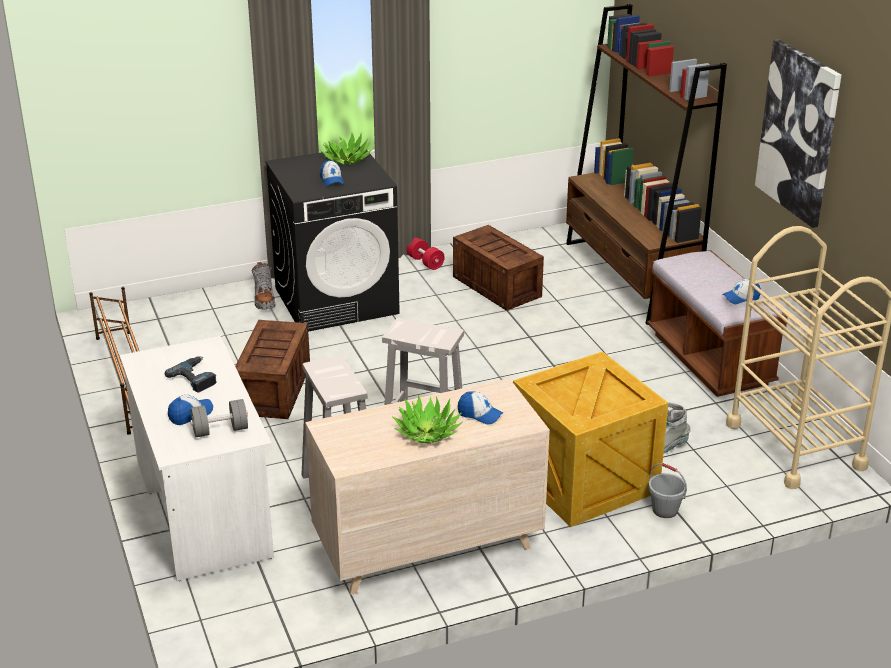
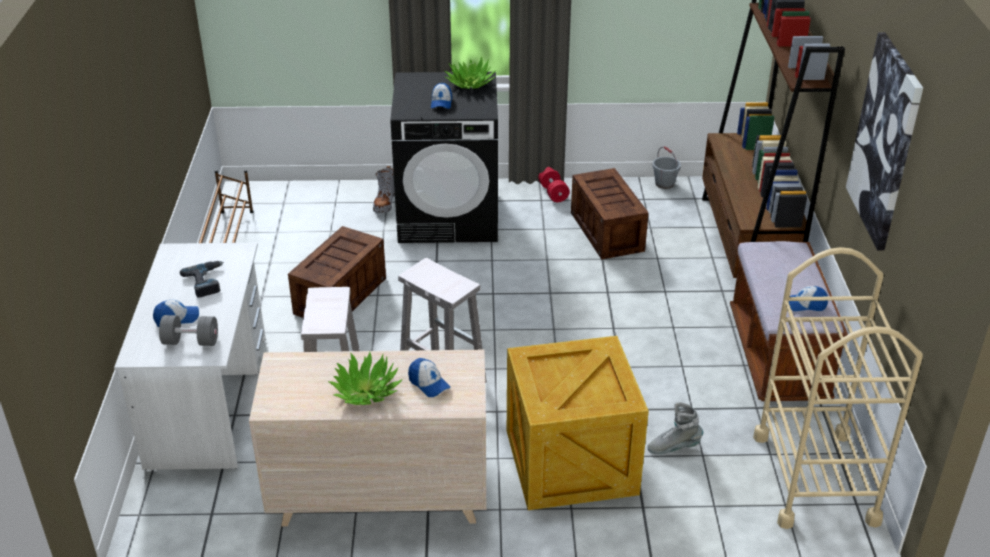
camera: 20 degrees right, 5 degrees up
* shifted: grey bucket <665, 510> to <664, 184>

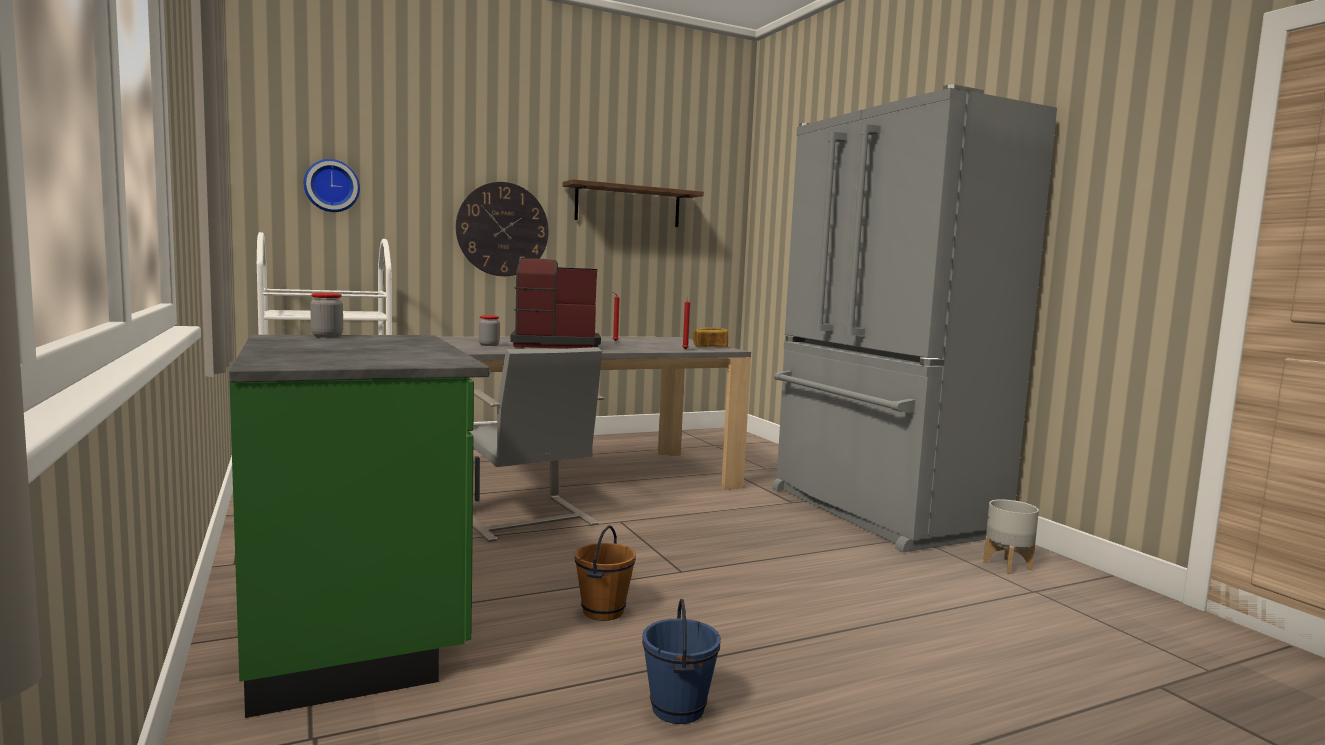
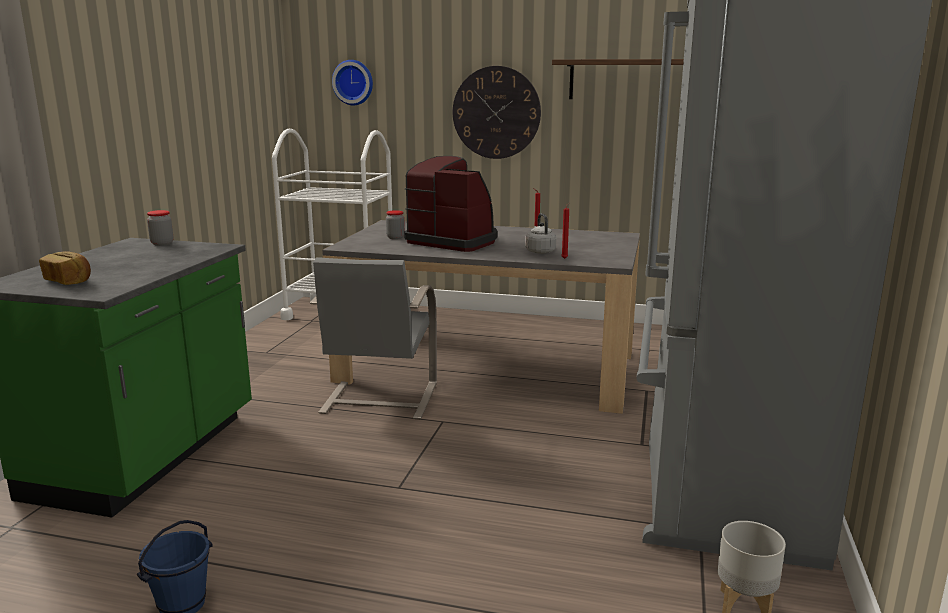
camera: 40 degrees right, 10 degrees up
* shifted: bread <710, 347> to <69, 281>
* new: grey kettle <539, 251>
* gone: brown bucket <602, 611>

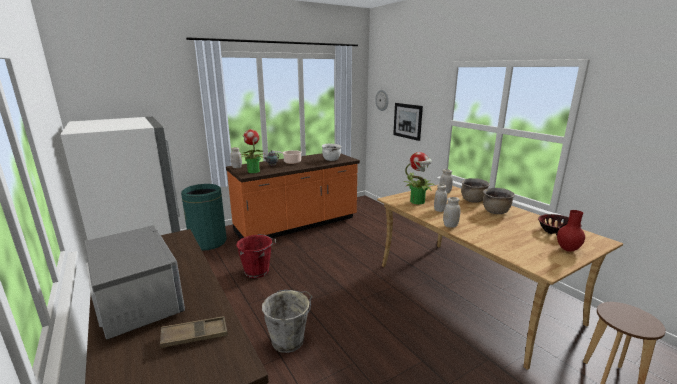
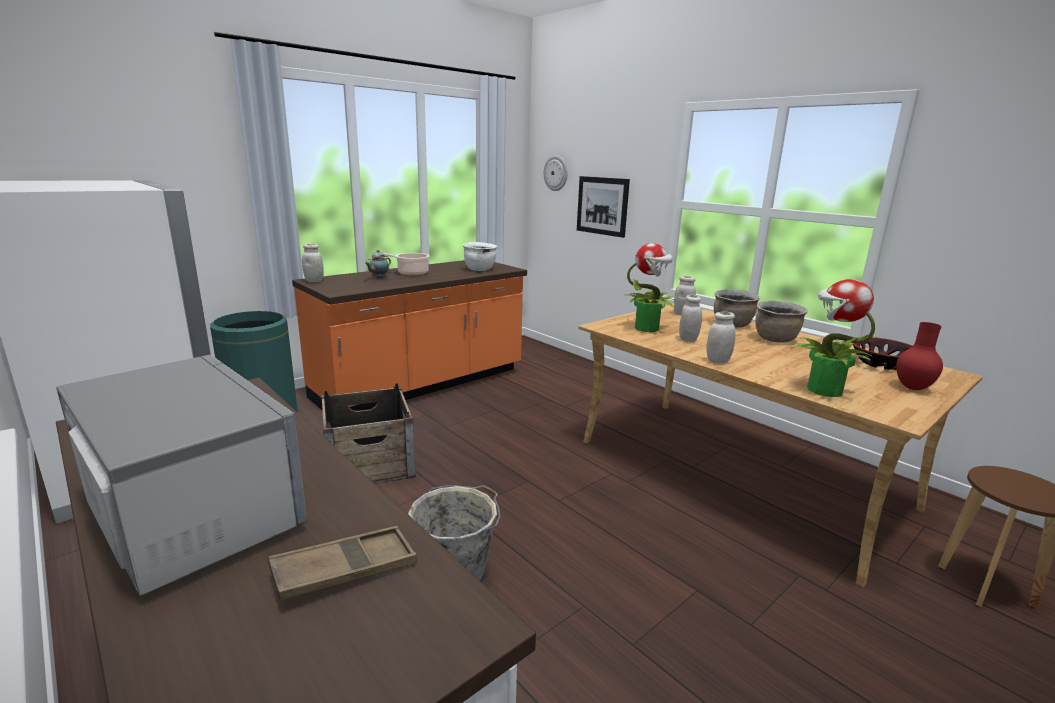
camera: 10 degrees left, 0 degrees up
* swapped: red bucket <258, 271> to crate <369, 463>
* shifted: potted plant <253, 171> to <823, 390>

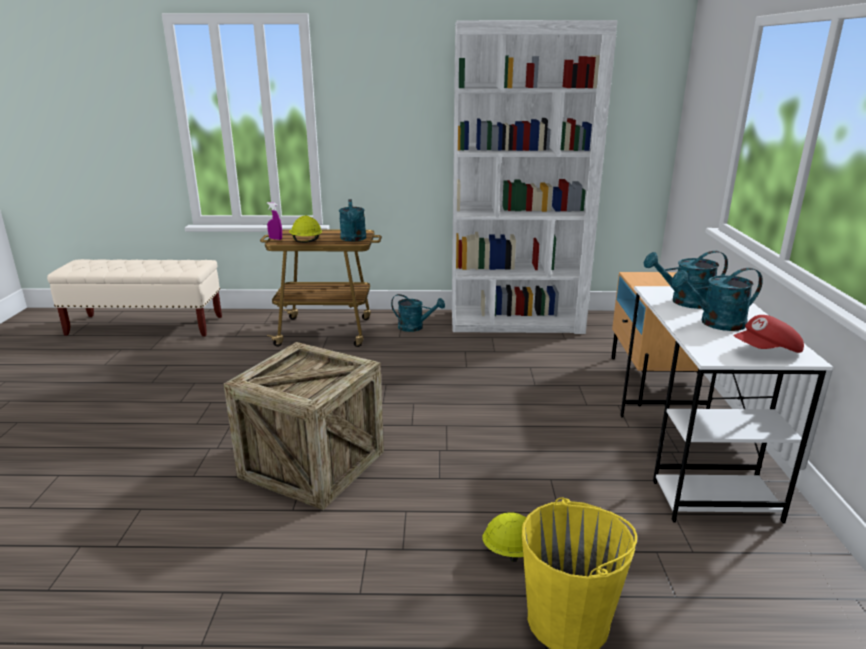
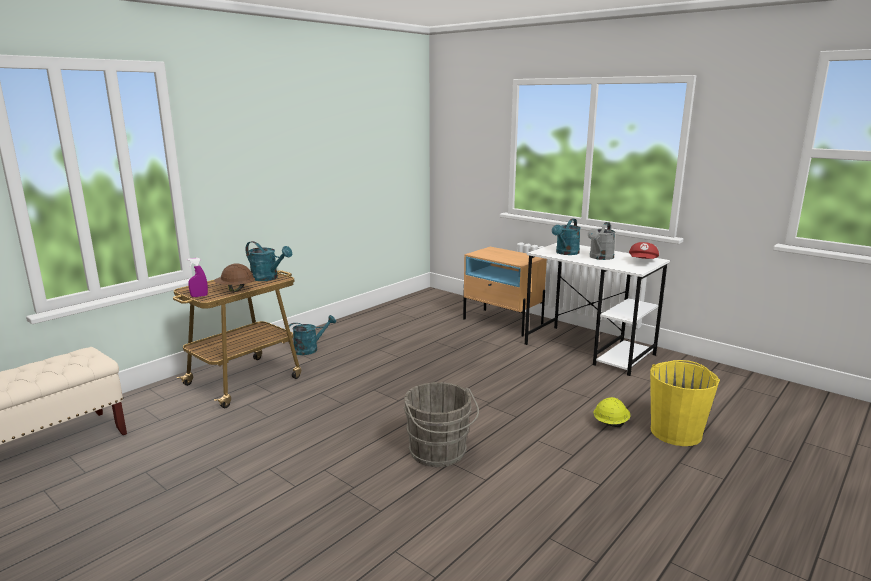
camera: 50 degrees left, 5 degrees down
* repainted: yellow hard hat <306, 241> to brown hard hat <235, 290>
* swapped: crate <312, 464> to grey bucket <439, 453>
* repainted: turquoise watering can <715, 323> to grey watering can <600, 258>
* gone: white bookcase <516, 322>

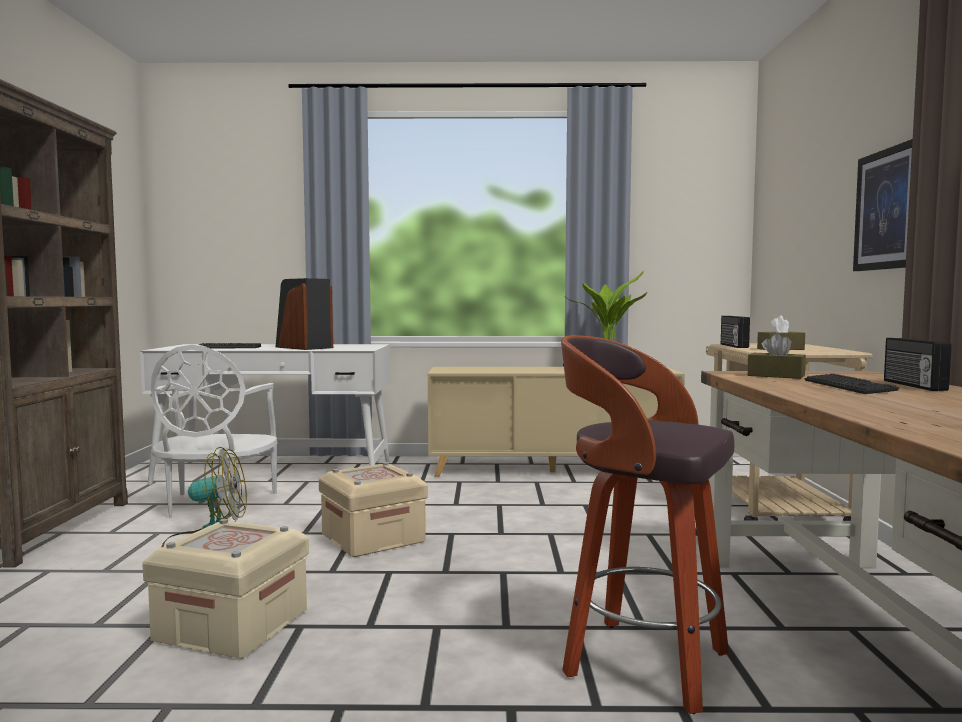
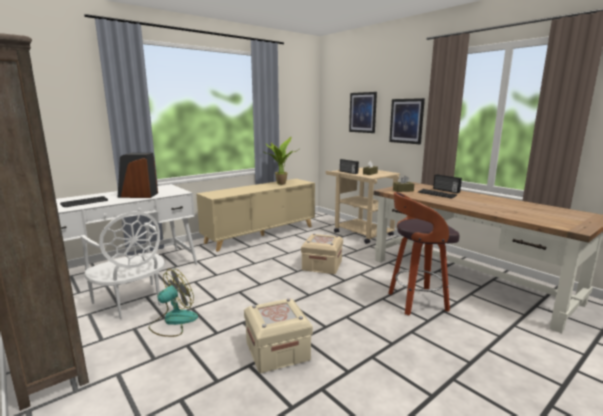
camera: 40 degrees left, 10 degrees up
* shifted: beige storage box <373, 538> to <322, 265>
* new: picture <362, 112>

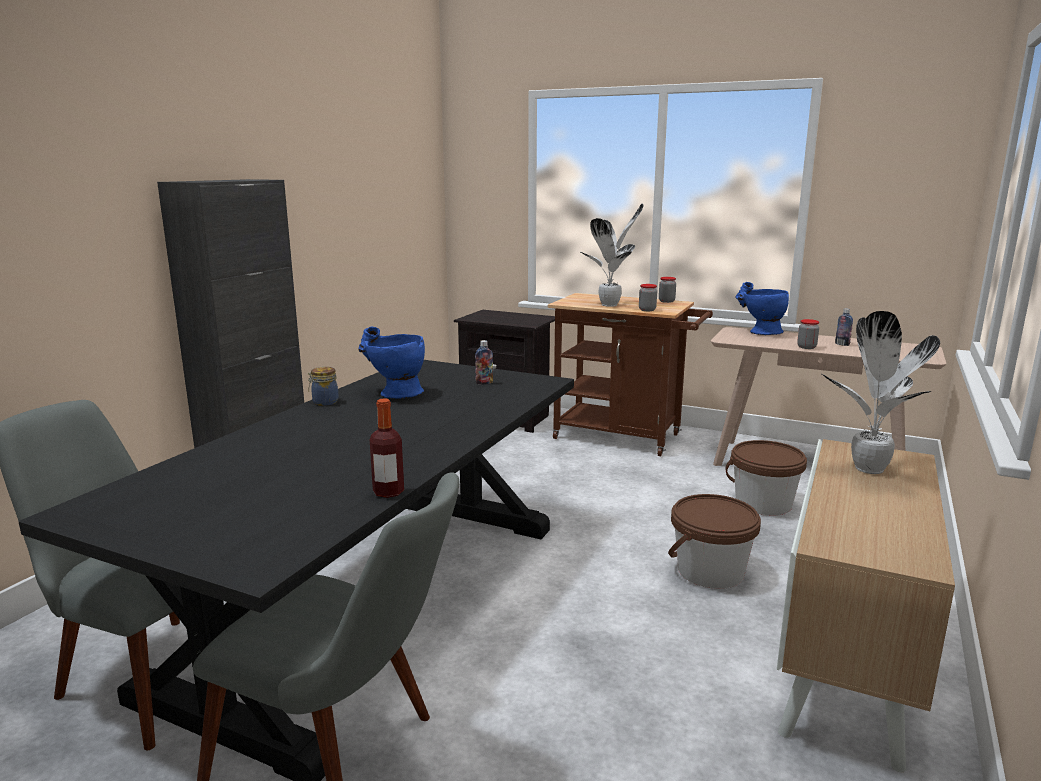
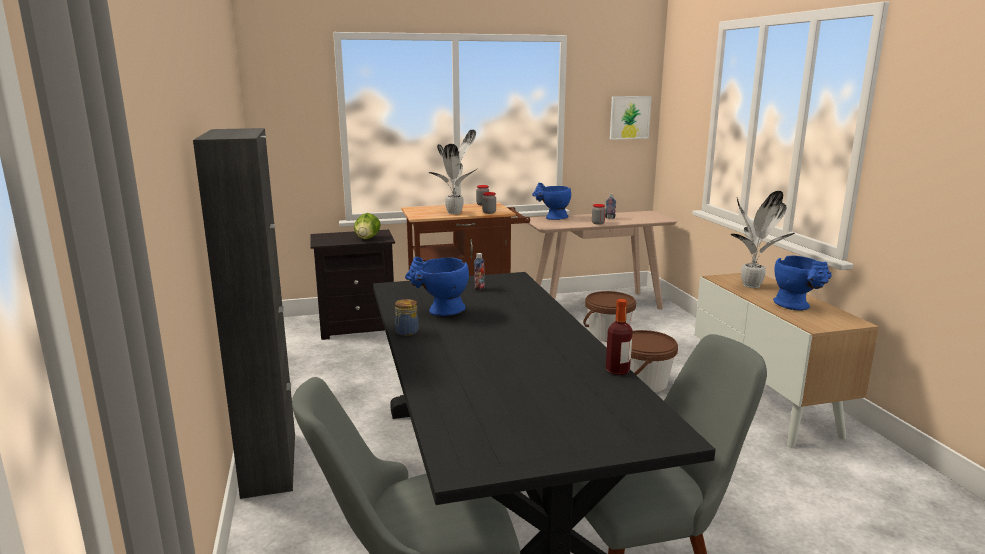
camera: 40 degrees left, 0 degrees up
* new: lettuce <367, 238>
* new: picture <629, 117>
* new: blue vase <797, 307>

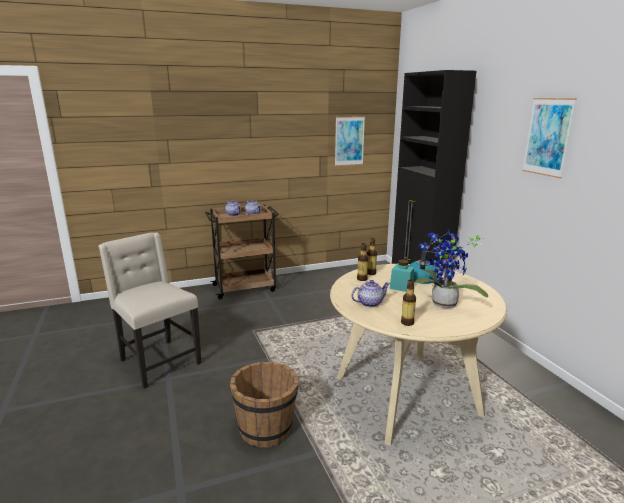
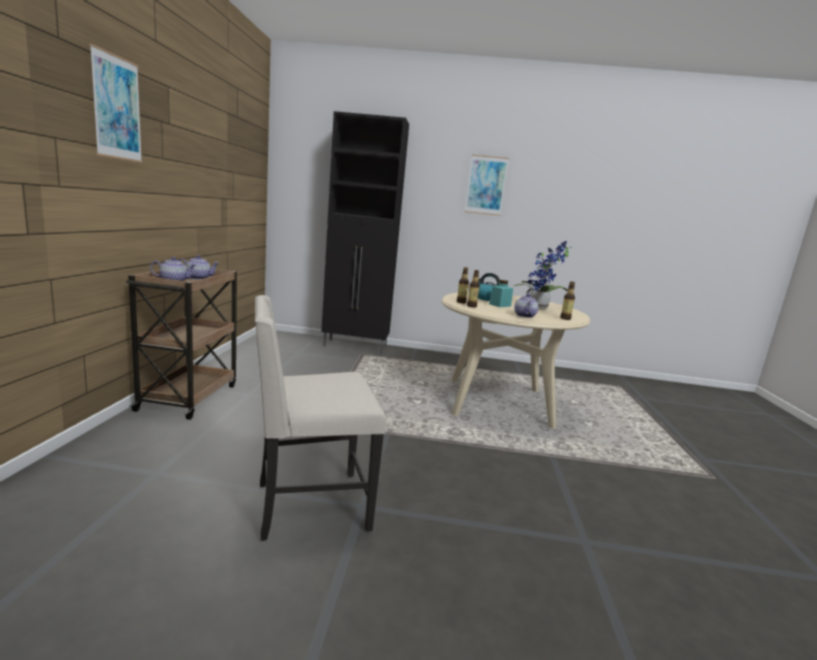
camera: 65 degrees left, 5 degrees down
* shifted: picture <349, 141> to <117, 108>
* gone: brown bucket <266, 428>

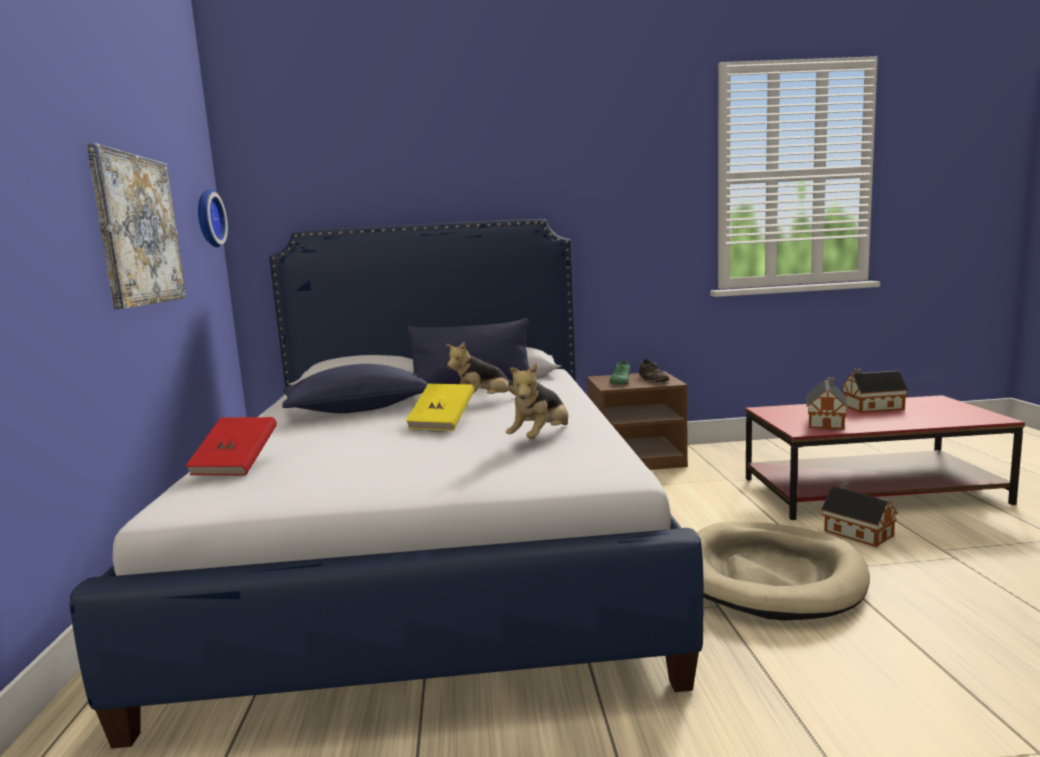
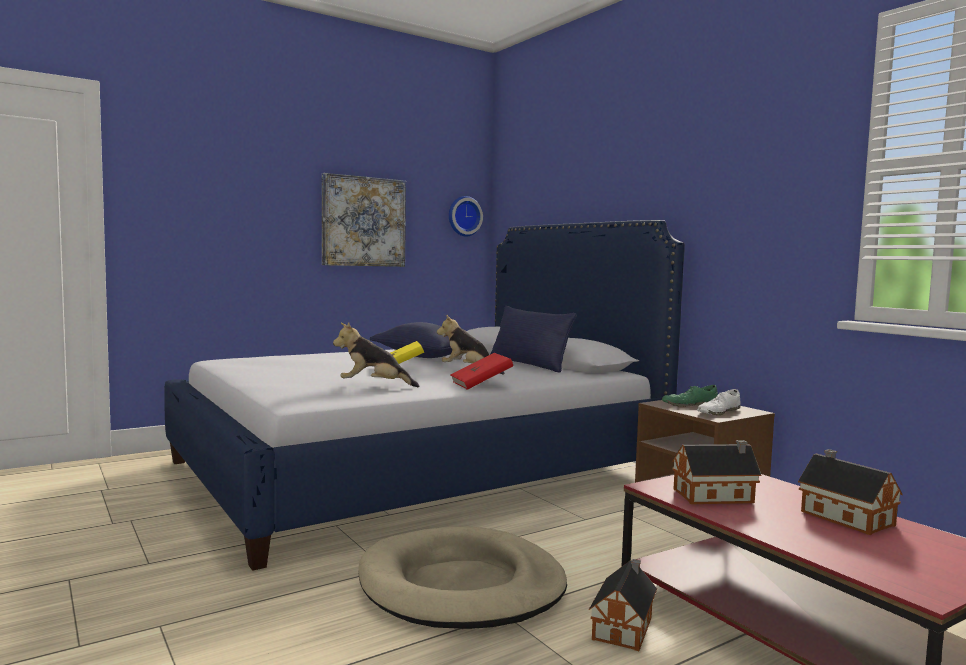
camera: 60 degrees right, 5 degrees down
* shifted: red book <236, 465> to <481, 385>
* repainted: brown shoe <653, 379> to white shoe <718, 412>

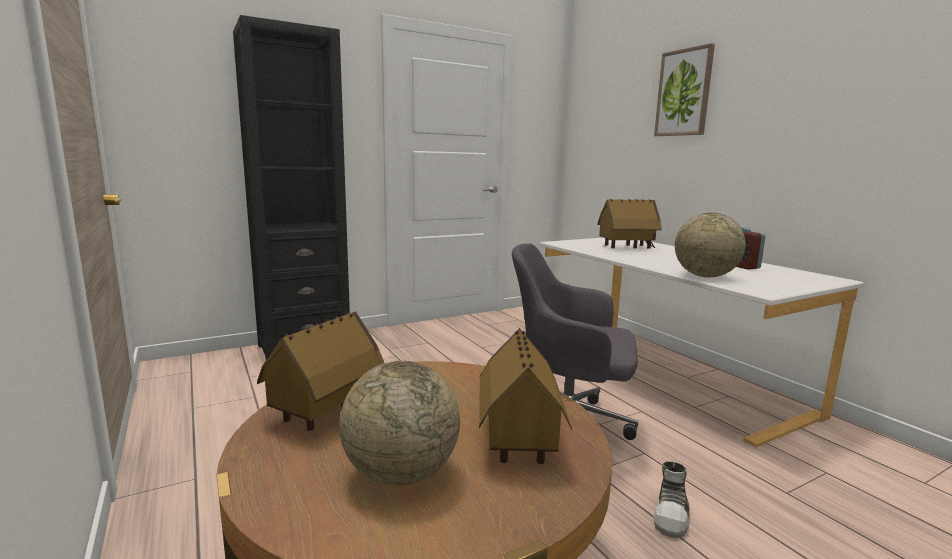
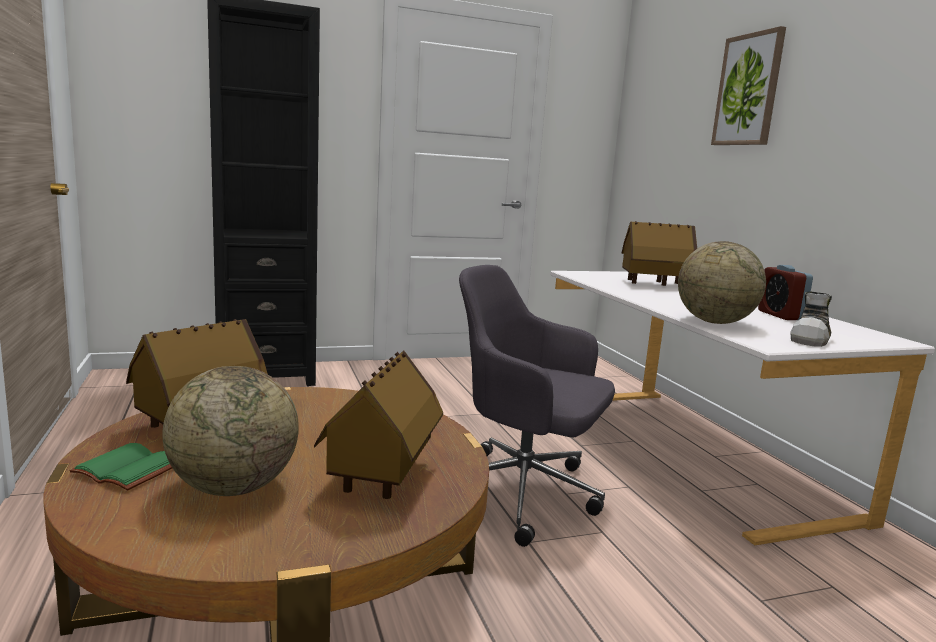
camera: 10 degrees right, 0 degrees up
* new: green book <131, 469>
* shifted: shoe <672, 515> to <811, 339>

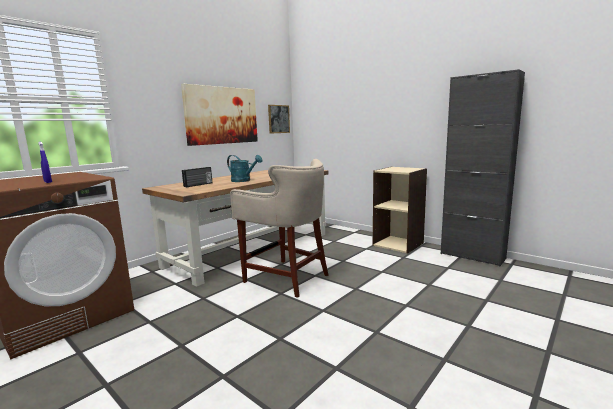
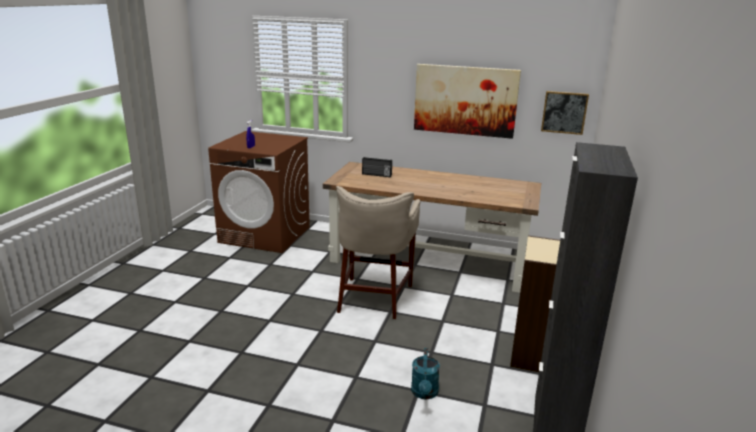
camera: 65 degrees right, 10 degrees up
* shifted: turquoise watering can <244, 181> to <424, 393>

